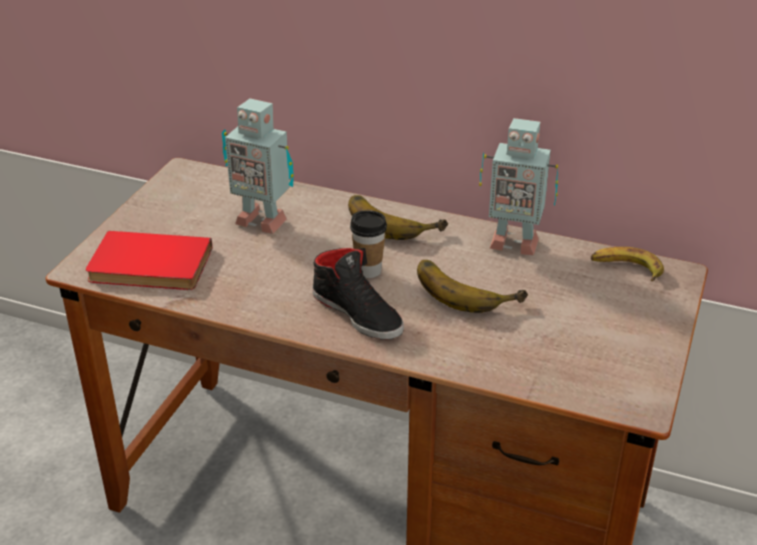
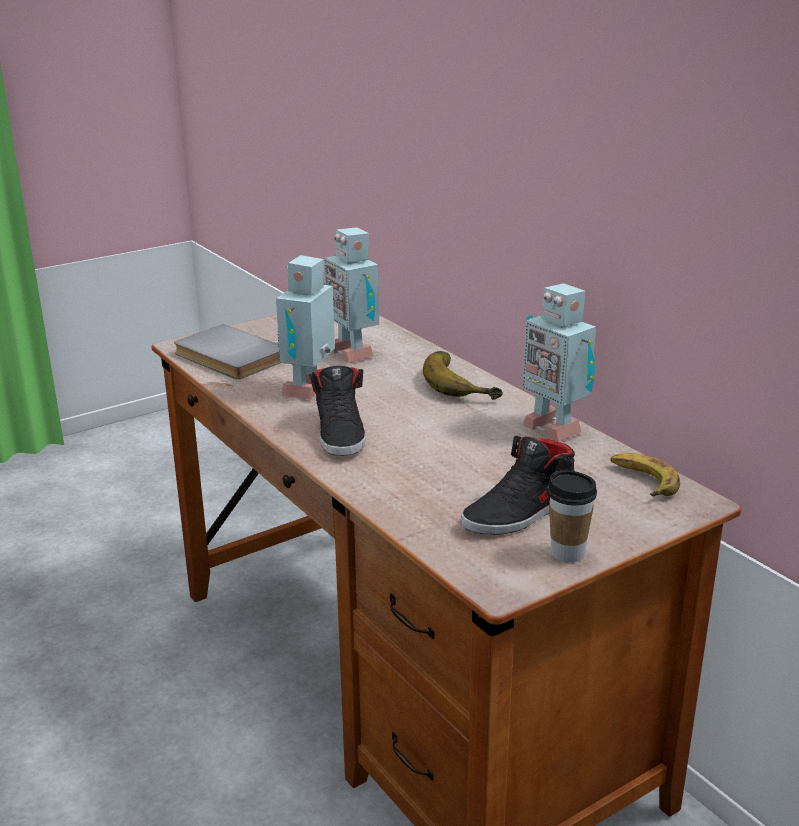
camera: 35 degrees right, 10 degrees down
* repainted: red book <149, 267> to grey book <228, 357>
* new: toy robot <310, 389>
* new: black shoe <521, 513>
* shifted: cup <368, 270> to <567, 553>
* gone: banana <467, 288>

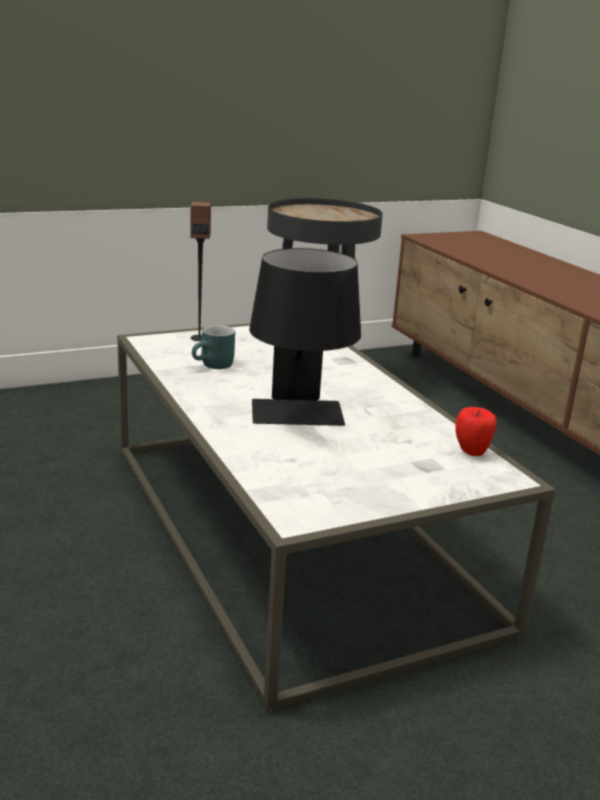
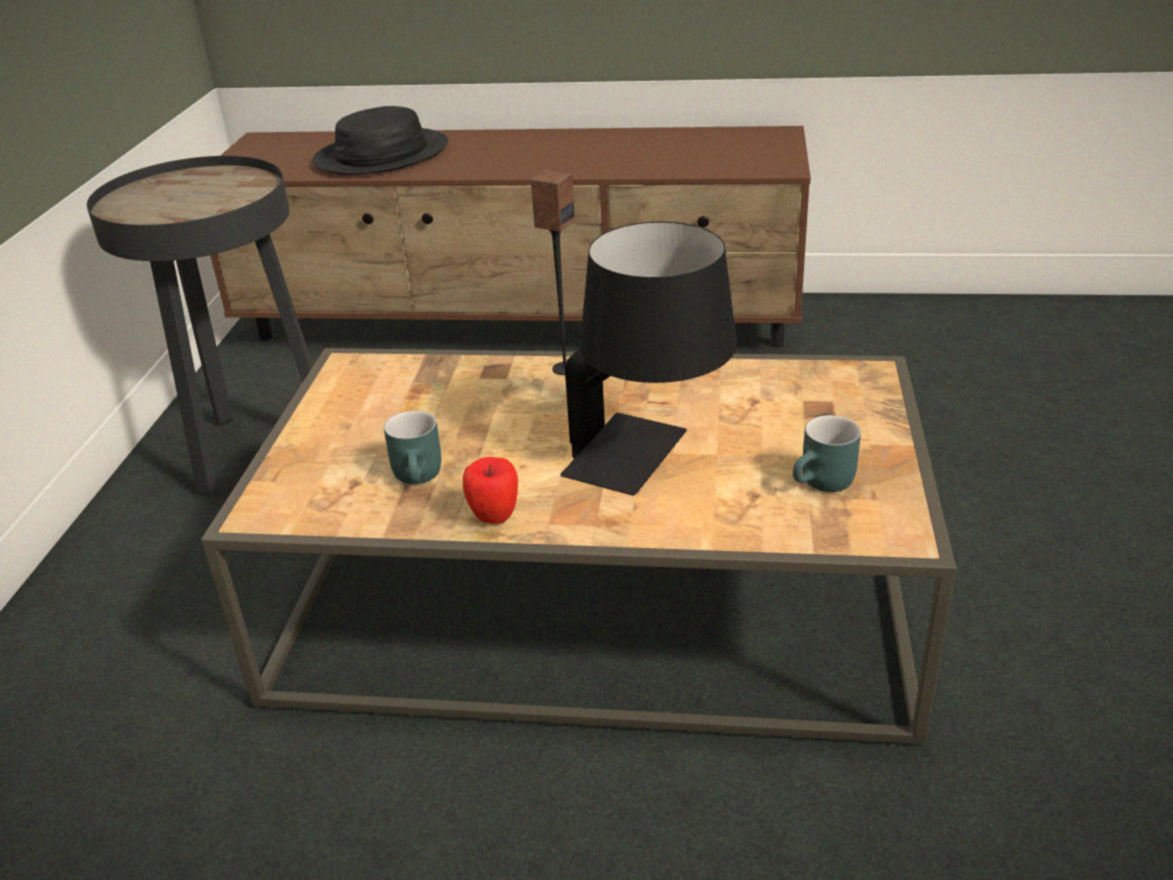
camera: 55 degrees left, 10 degrees up
* repainted: white coffee table <289, 532> to brown coffee table <595, 605>
* new: black hat <382, 155>
* shifted: apple <471, 453> to <494, 518>
* shifted: speaker <199, 338> to <564, 368>
* new: turquoise mug <824, 484>

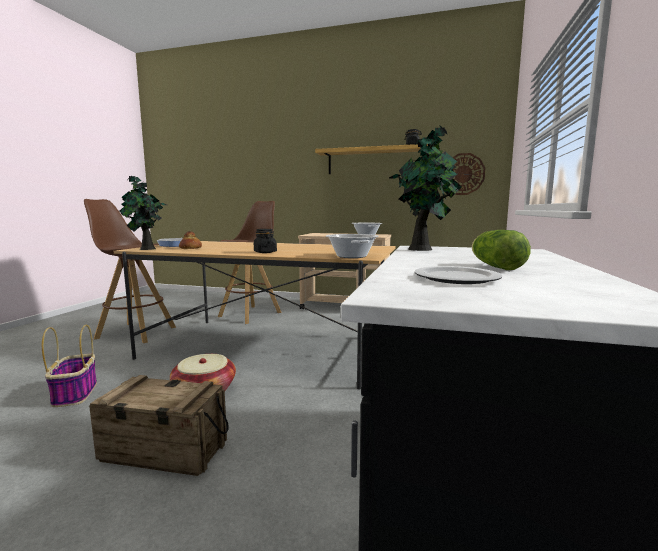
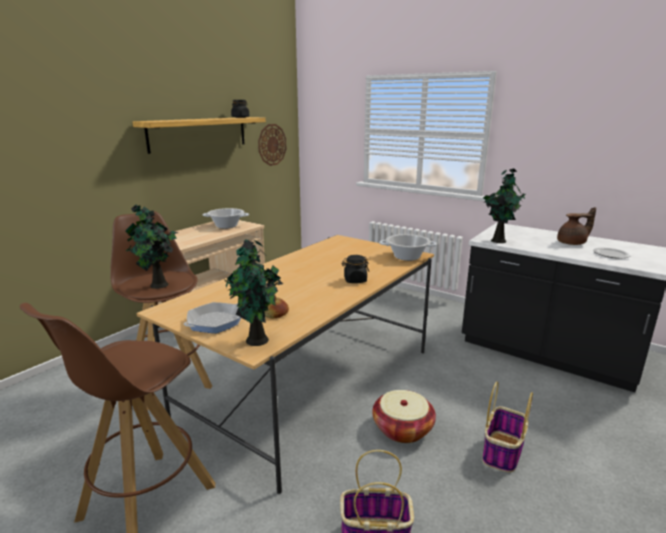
camera: 70 degrees left, 10 degrees up
* new: potted plant <158, 285>
* swapped: crate <163, 451> to basket <502, 452>
* swapped: lettuce <494, 266> to brown teapot <572, 243>

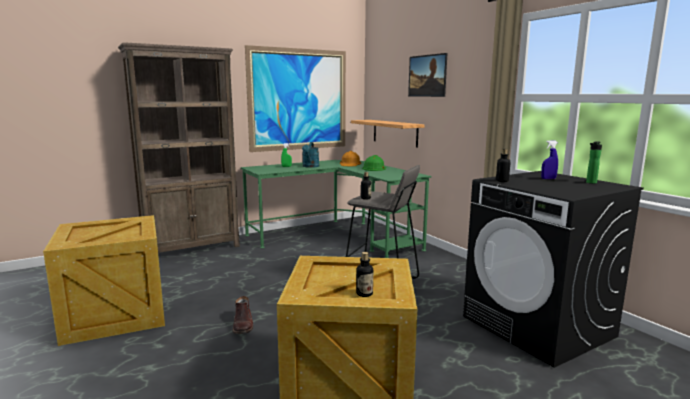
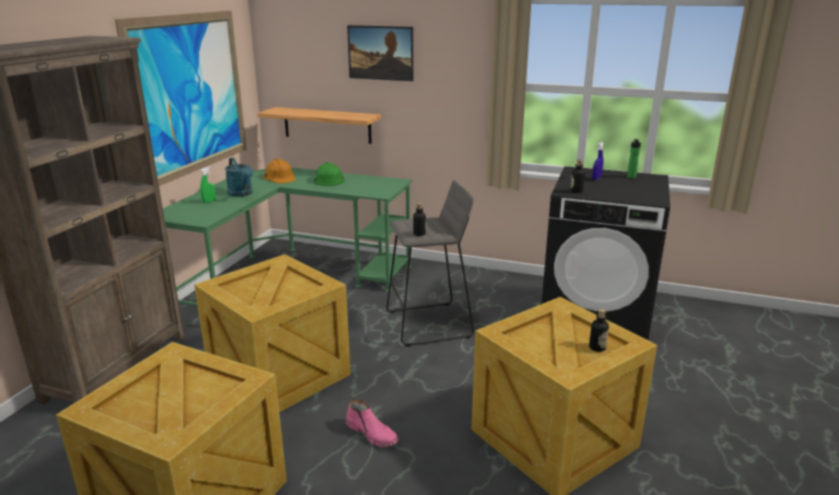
camera: 40 degrees left, 10 degrees up
* new: crate <279, 373>
* repainted: brown boot <243, 325> to pink boot <372, 433>

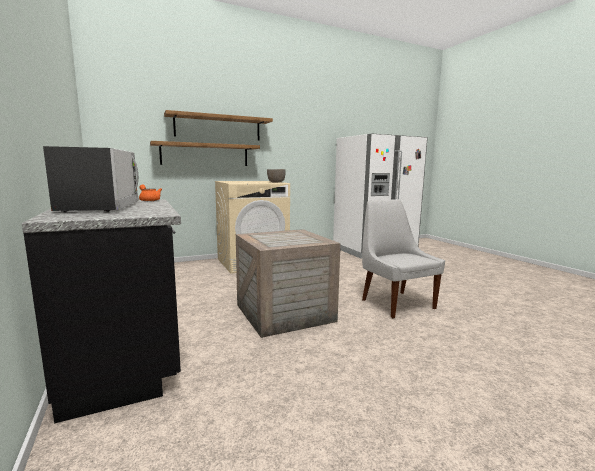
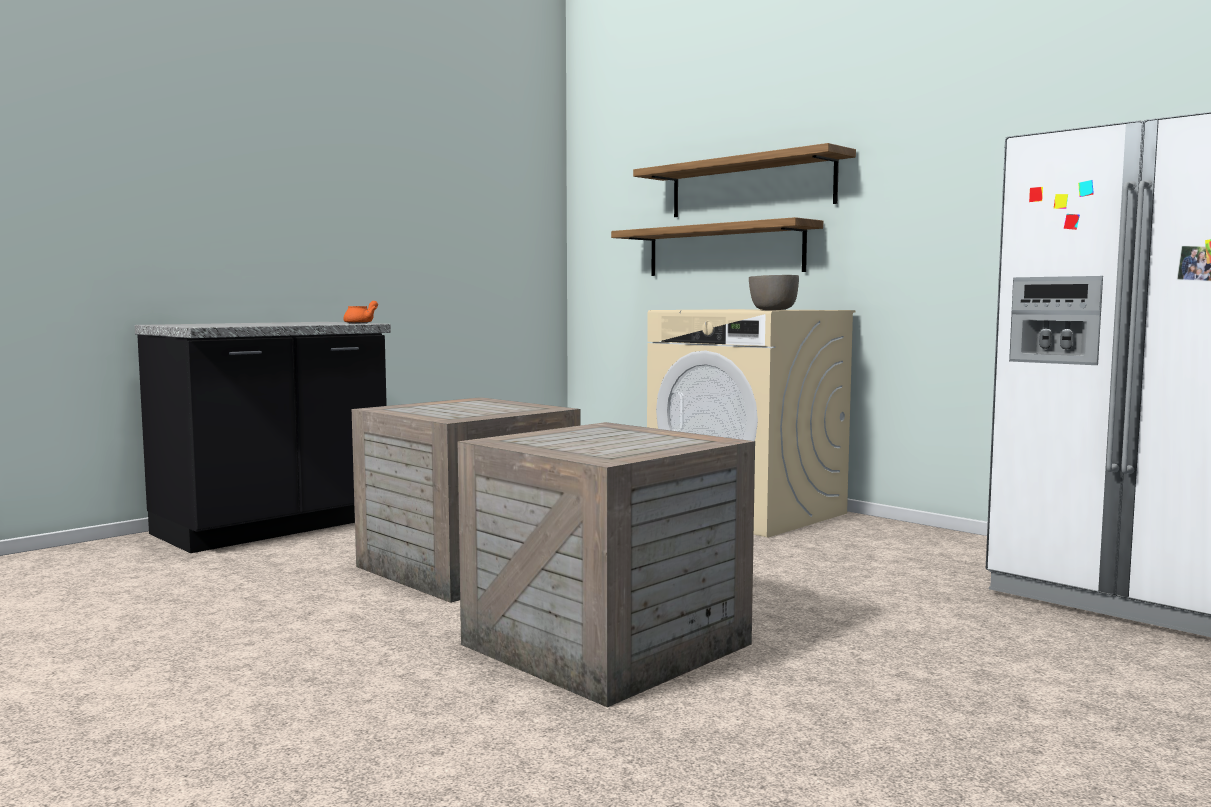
camera: 70 degrees right, 5 degrees down
* swapped: white chair <395, 303> to crate <611, 644>
* gone: microwave <101, 207>

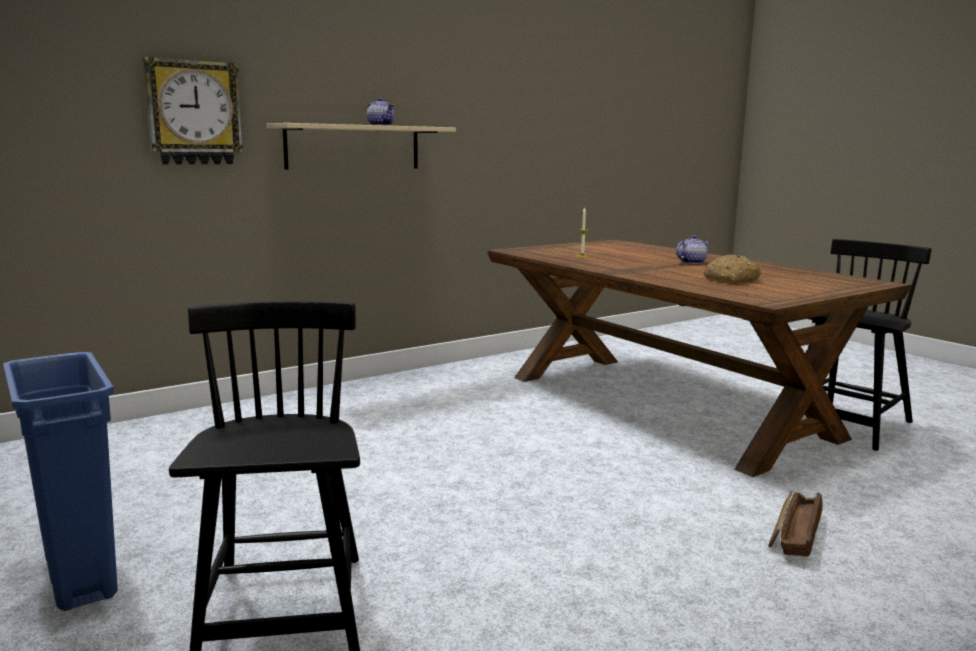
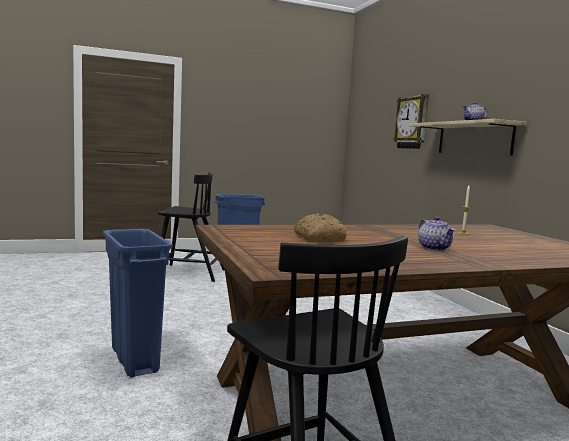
camera: 105 degrees right, 5 degrees down
* swapped: crate <795, 533> to blue trash can <134, 360>

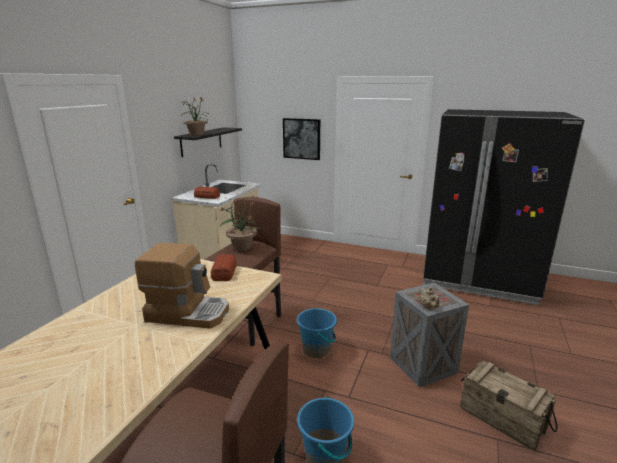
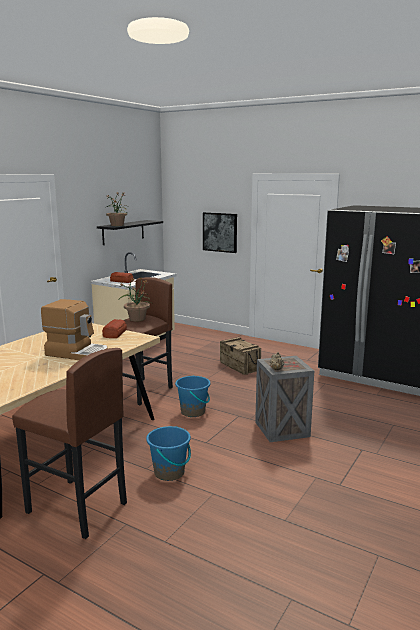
camera: 10 degrees right, 5 degrees down
* shifted: crate <502, 418> to <240, 366>

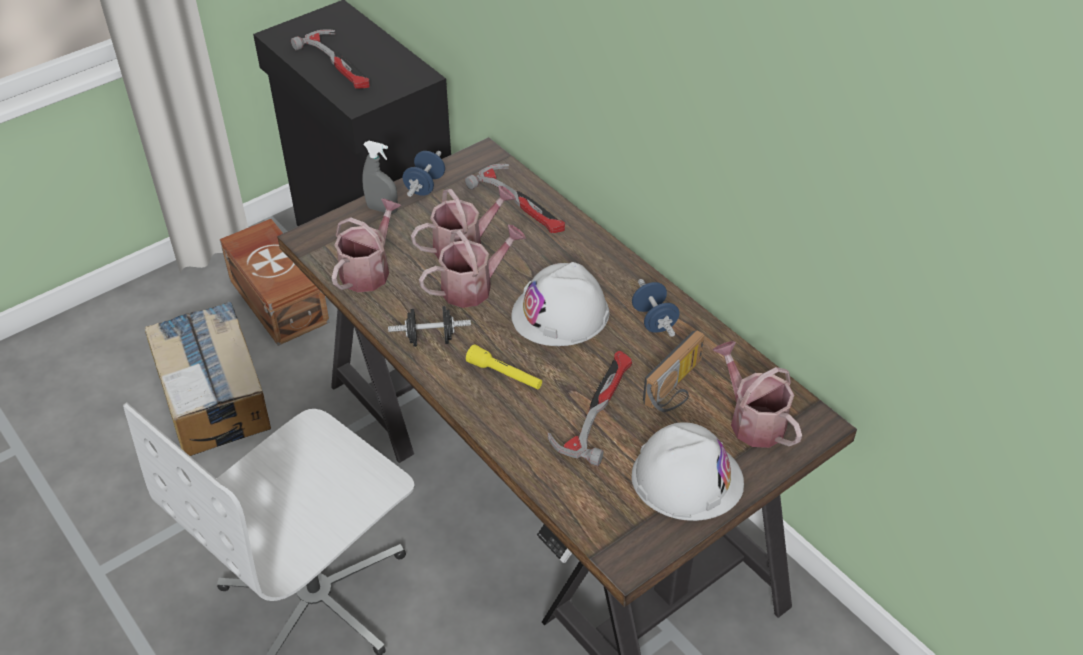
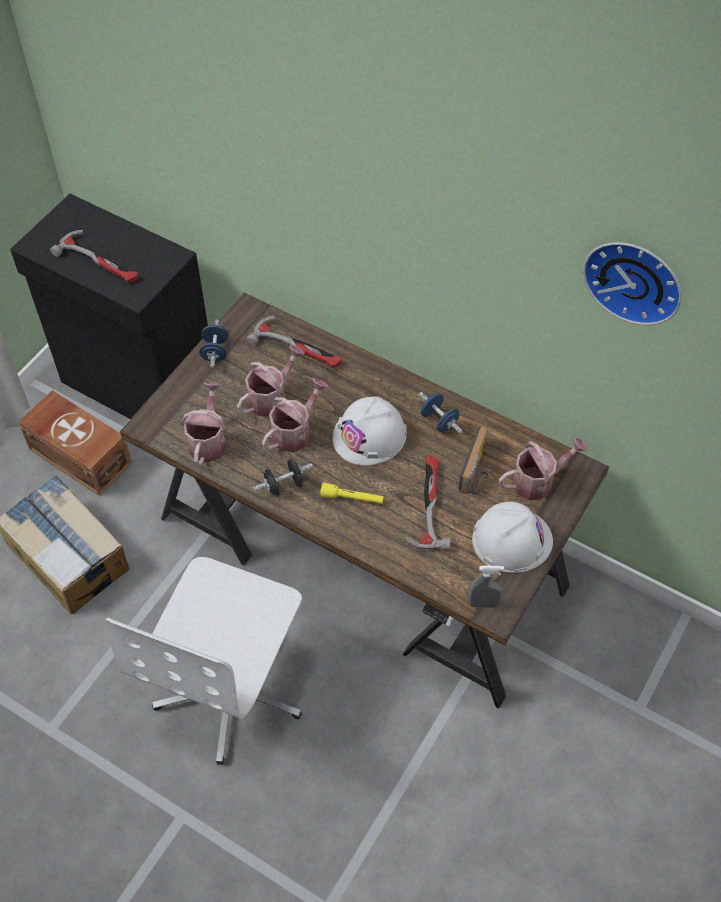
camera: 20 degrees left, 10 degrees up
* shifted: grey spray bottle <382, 209> to <483, 603>
* rotated: watering can <752, 420> = <538, 481> 120 degrees clockwise
* new: wall clock <635, 278>

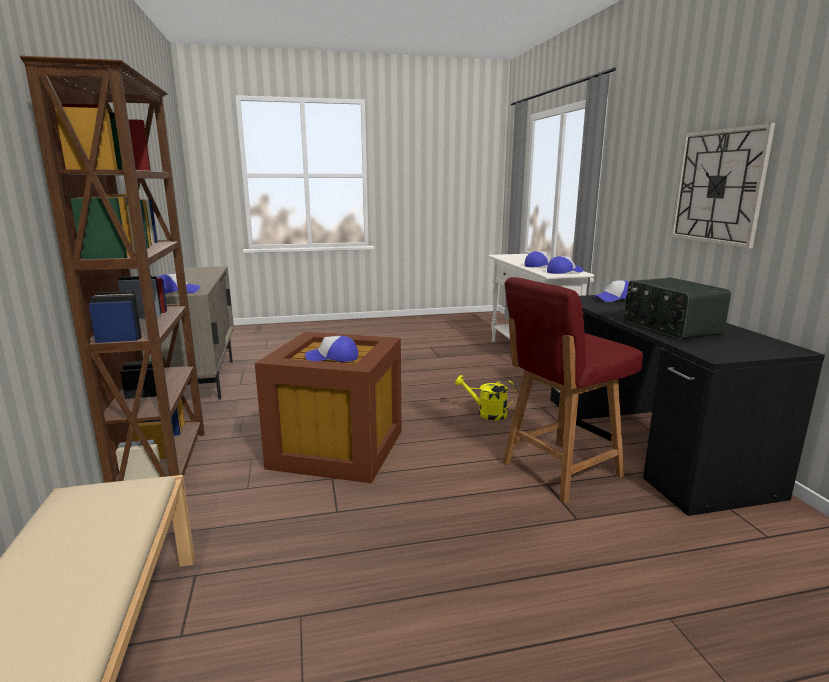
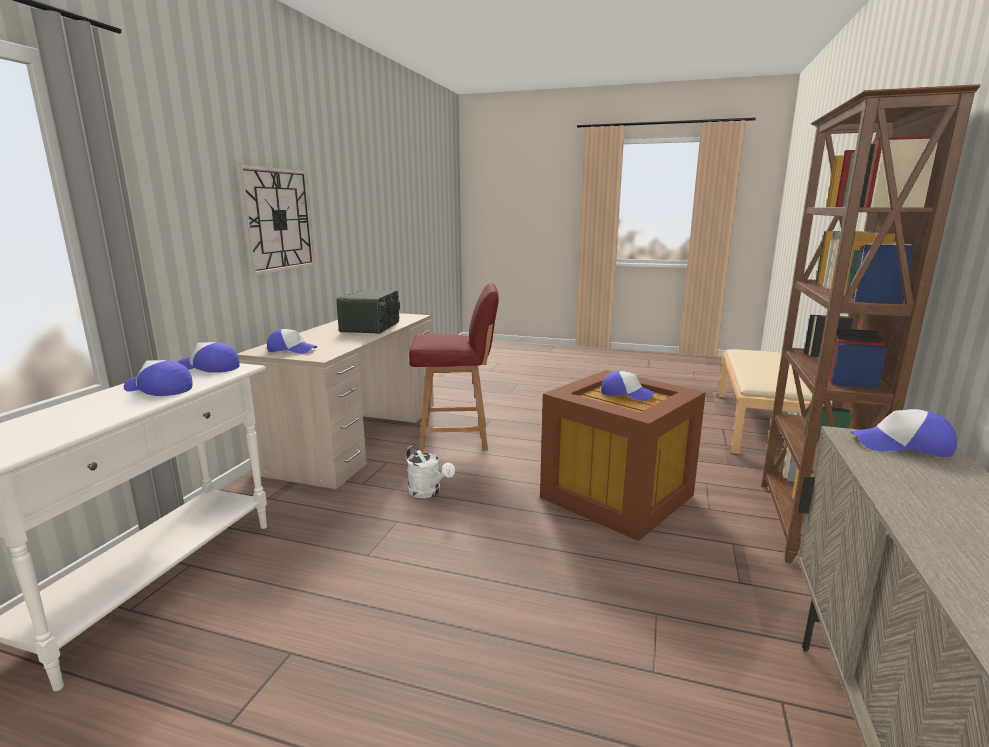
camera: 150 degrees left, 0 degrees up
* repainted: black desk <647, 441> to beige desk <357, 436>
* repainted: yellow watering can <487, 413> to white watering can <428, 492>

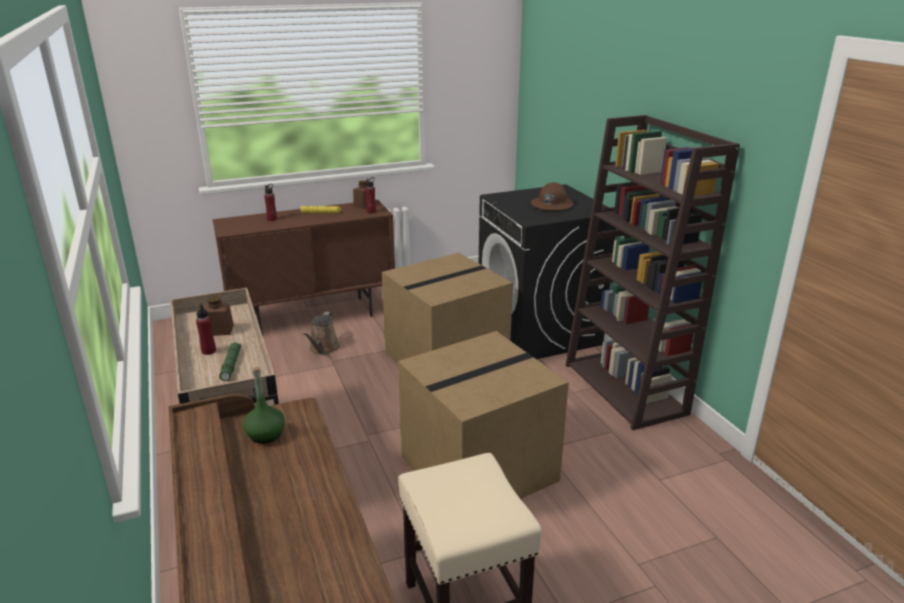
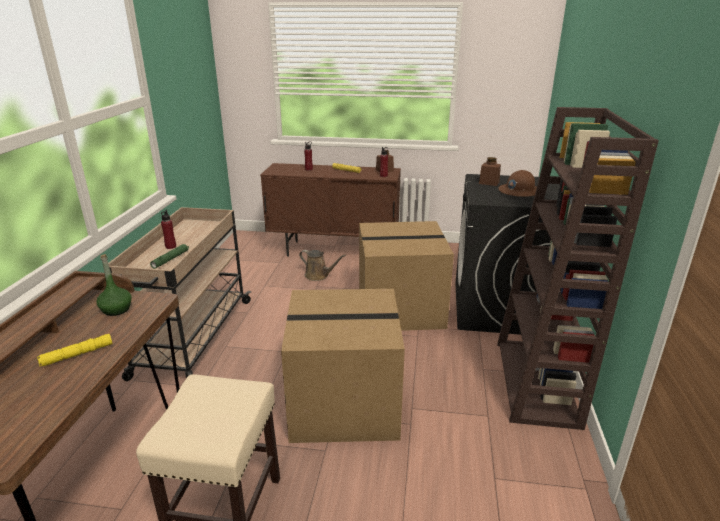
camera: 30 degrees right, 0 degrees up
* new: yellow flashlight <77, 355>
* rotated: brown watering can <323, 349> = <318, 276> 105 degrees counterclockwise
* shifted: brown jar <219, 330> to <489, 183>

